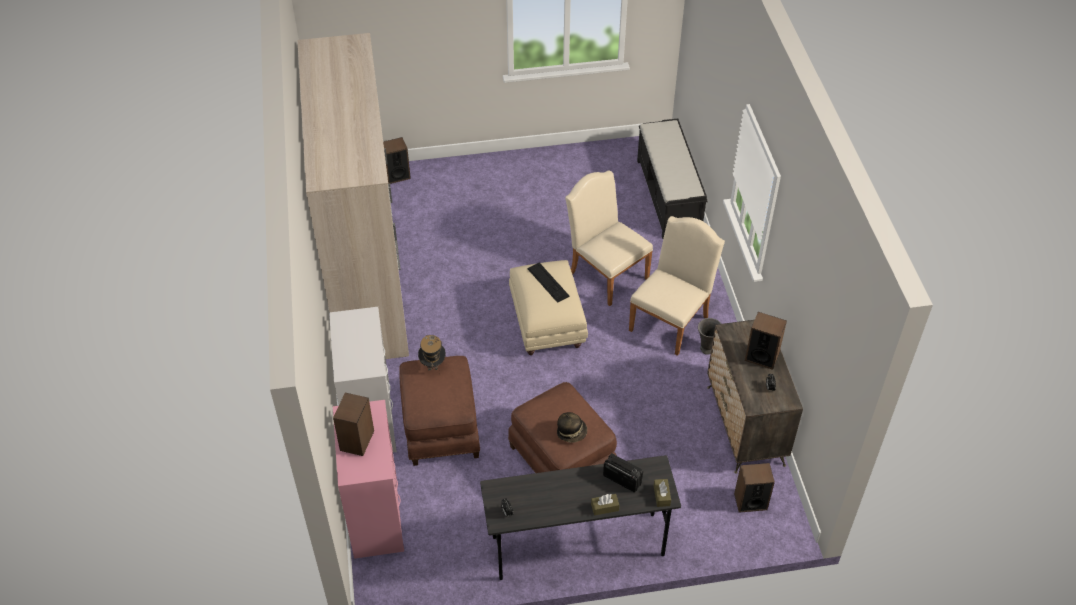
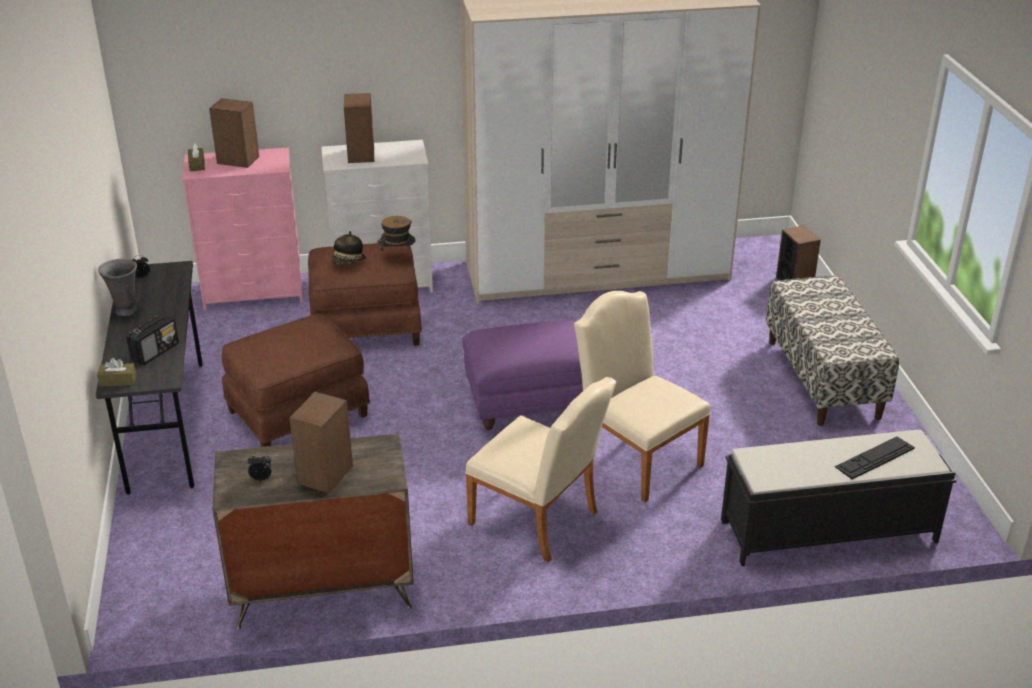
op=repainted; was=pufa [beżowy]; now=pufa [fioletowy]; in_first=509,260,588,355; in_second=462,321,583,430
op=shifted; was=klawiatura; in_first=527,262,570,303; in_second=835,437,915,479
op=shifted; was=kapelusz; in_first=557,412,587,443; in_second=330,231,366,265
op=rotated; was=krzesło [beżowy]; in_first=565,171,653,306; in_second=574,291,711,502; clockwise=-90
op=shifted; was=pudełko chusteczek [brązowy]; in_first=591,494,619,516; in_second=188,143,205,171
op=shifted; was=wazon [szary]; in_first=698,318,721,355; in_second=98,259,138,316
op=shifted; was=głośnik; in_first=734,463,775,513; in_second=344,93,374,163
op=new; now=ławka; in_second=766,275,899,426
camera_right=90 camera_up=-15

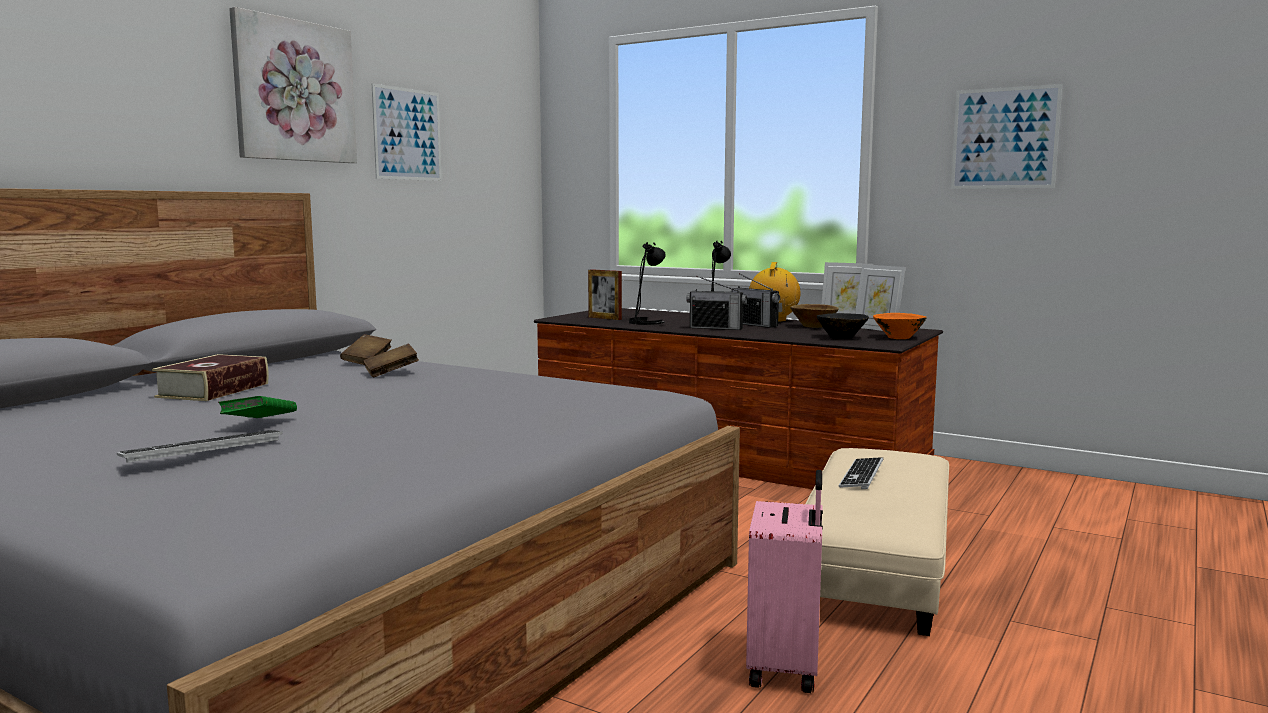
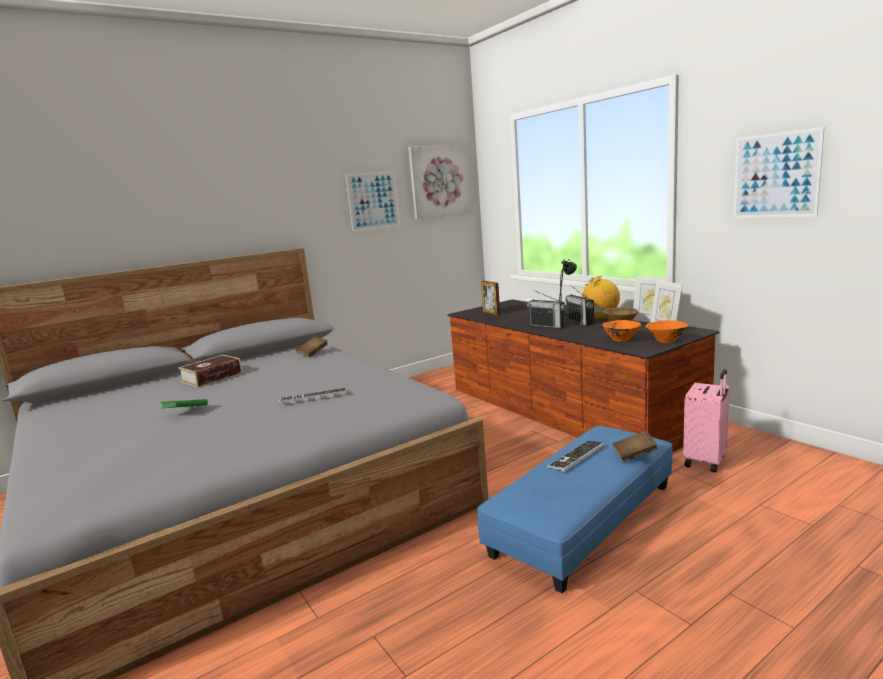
op=shifted; was=klawiatura; in_first=117,430,282,463; in_second=279,388,347,405
op=shifted; was=obraz; in_first=229,7,357,163; in_second=408,145,472,219
op=shifted; was=książka [brązowy]; in_first=363,344,419,378; in_second=612,431,658,462
op=gone; was=lampa stołowa [czarny]; in_first=629,242,666,325
op=shifted; was=walizka [różowy]; in_first=746,470,823,693; in_second=683,369,730,473
op=repainted; was=pufa [beżowy]; now=pufa [niebieski]; in_first=806,448,949,636; in_second=477,426,673,593
op=repainted; was=miska [czarny]; now=miska [pomarańczowy]; in_first=817,313,869,339; in_second=602,320,641,342
camera_right=25 camera_up=5

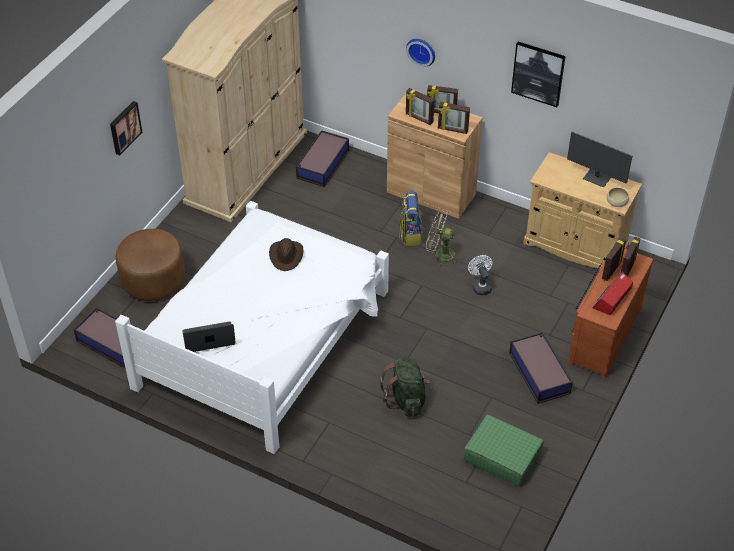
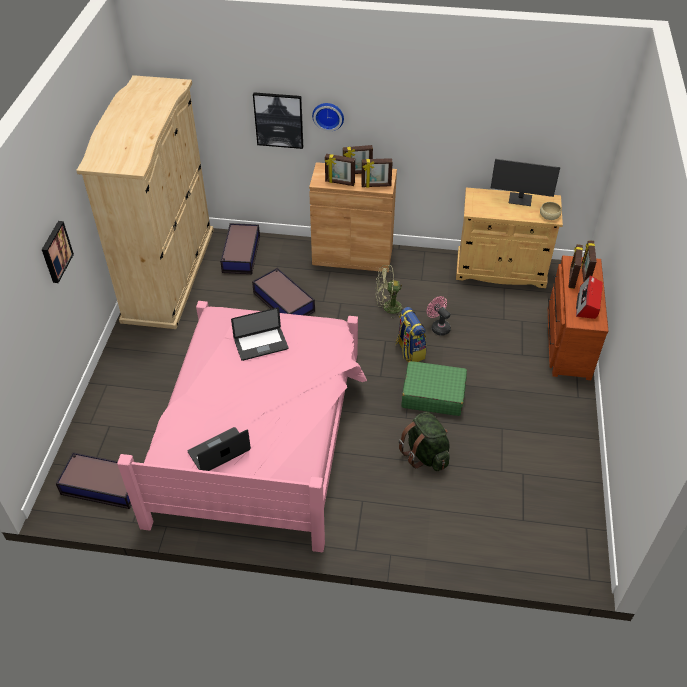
op=repainted; was=łóżko [biały]; now=łóżko [różowy]; in_first=115,201,389,454; in_second=117,301,367,552
op=gone; was=pufa [brązowy]; in_first=116,229,185,301
op=swapped; was=kapelusz [brązowy]; now=laptop; in_first=269,238,303,271; in_second=231,307,288,361
op=shifted; was=plecak; in_first=399,191,423,246; in_second=395,307,426,362
op=shifted; was=walizka [zielony]; in_first=464,415,543,487; in_second=401,361,467,416
op=repainted; was=wentylator [biały]; now=wentylator [różowy]; in_first=468,255,492,295; in_second=427,296,451,336
op=shifted; was=pojemnik do przechowywania; in_first=509,332,573,404; in_second=252,268,315,316
op=shifted; was=obraz; in_first=511,42,565,107; in_second=253,92,303,149
camera_right=-20 camera_up=0

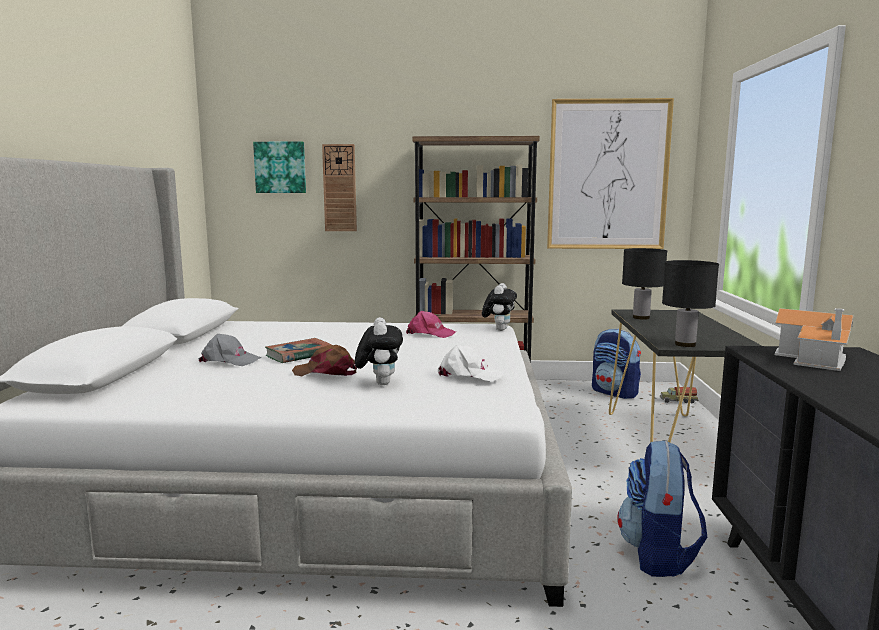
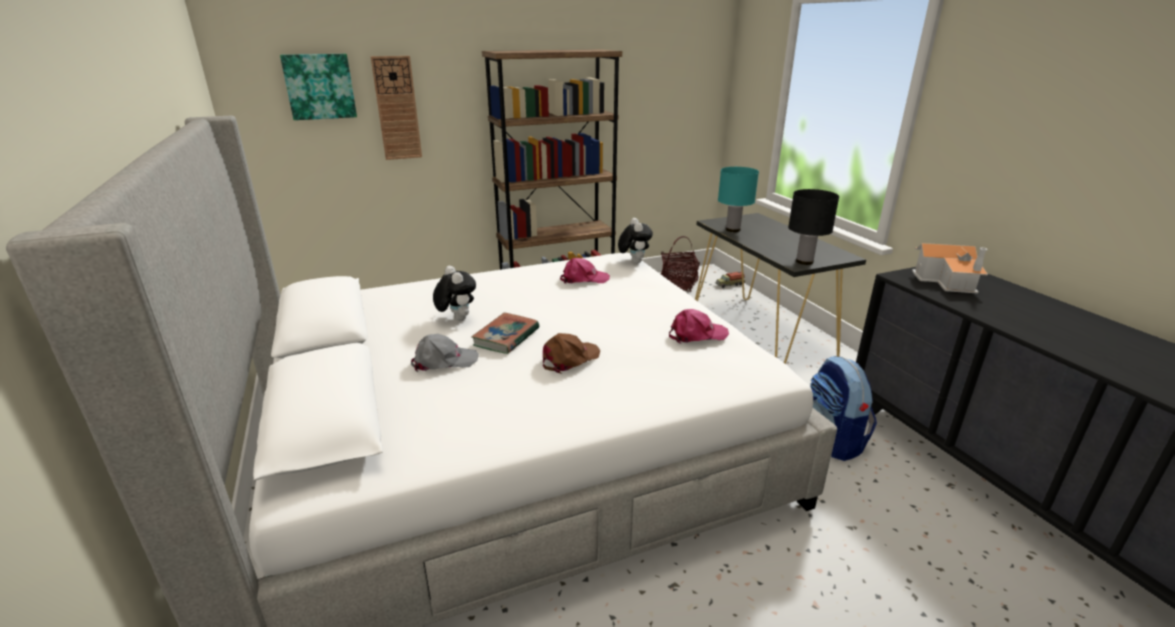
op=rotated; was=czapka z daszkiem [brązowy]; in_first=292,345,357,376; in_second=543,333,600,373; clockwise=150
op=shifted; was=pluszak; in_first=355,317,403,385; in_second=433,265,476,321
op=repainted; was=czapka z daszkiem [biały]; now=czapka z daszkiem [różowy]; in_first=438,345,504,381; in_second=669,309,729,344
op=gone; was=obraz; in_first=547,98,674,249
op=swapped; was=plecak; now=koszyk; in_first=592,329,641,399; in_second=661,236,700,292
op=repainted; was=lampa stołowa [czarny]; now=lampa stołowa [turkusowy]; in_first=622,248,667,320; in_second=718,167,759,232
camera_right=-25 camera_up=15

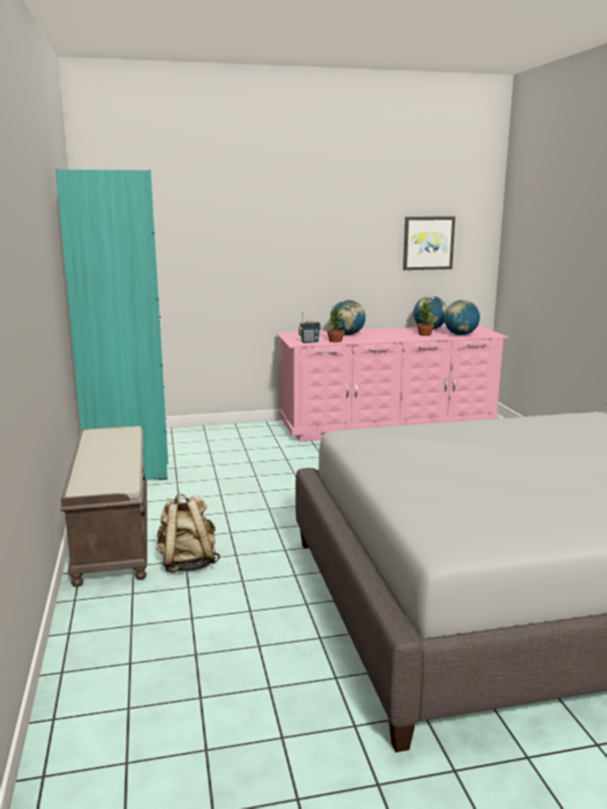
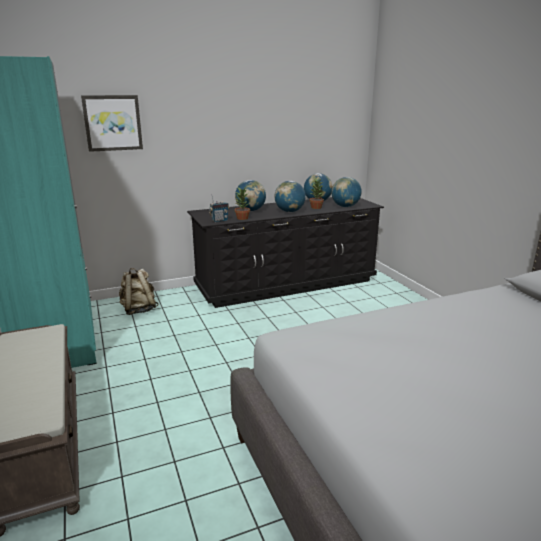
op=shifted; was=plecak [beżowy]; in_first=157,494,220,573; in_second=119,268,159,315
op=repainted; was=komoda [różowy]; now=komoda [czarny]; in_first=276,325,508,442; in_second=187,197,384,308
op=shifted; was=obraz; in_first=403,216,455,270; in_second=81,95,143,152
op=new; now=globus; in_second=274,181,306,212
camera_right=-10 camera_up=5

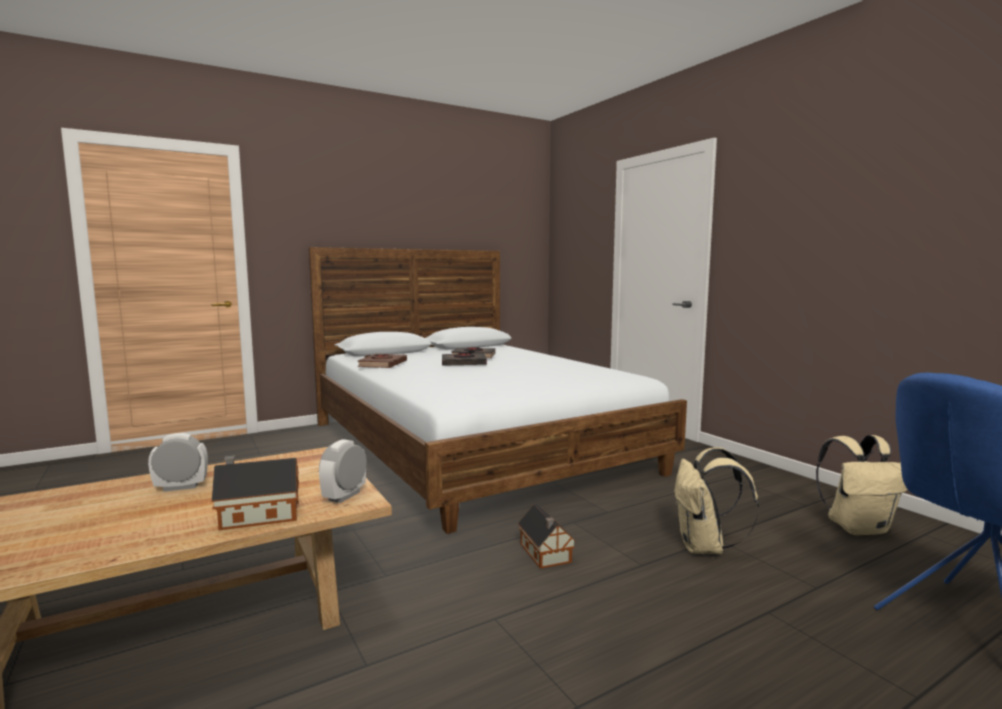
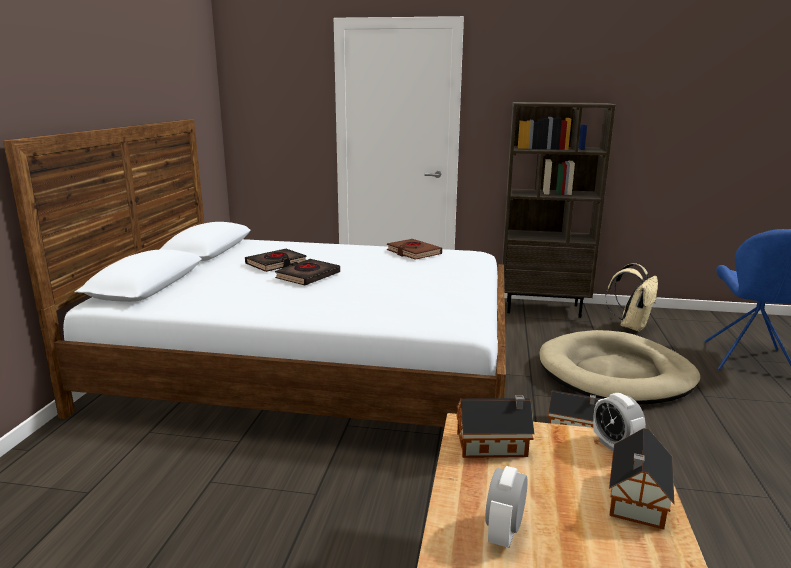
op=shifted; was=książka [brązowy]; in_first=357,354,407,368; in_second=387,239,442,260
op=swapped; was=plecak [beżowy]; now=legowisko [beżowy]; in_first=674,447,759,554; in_second=539,330,700,404
op=new; now=domek; in_second=456,395,535,458
op=new; now=regał [brązowy]; in_second=502,102,616,318
camera_right=-50 camera_up=10

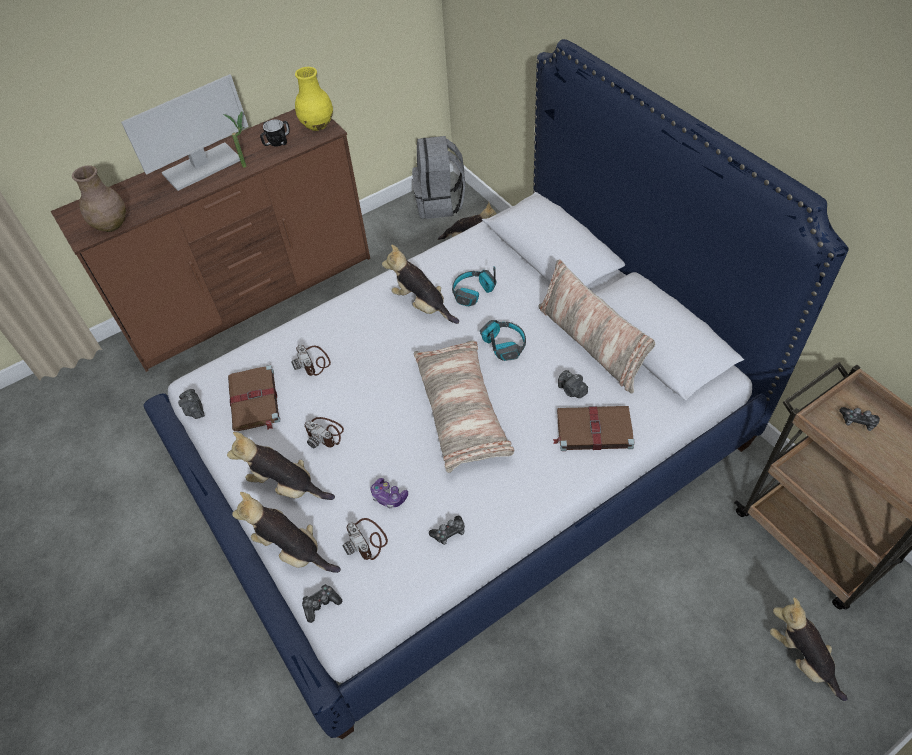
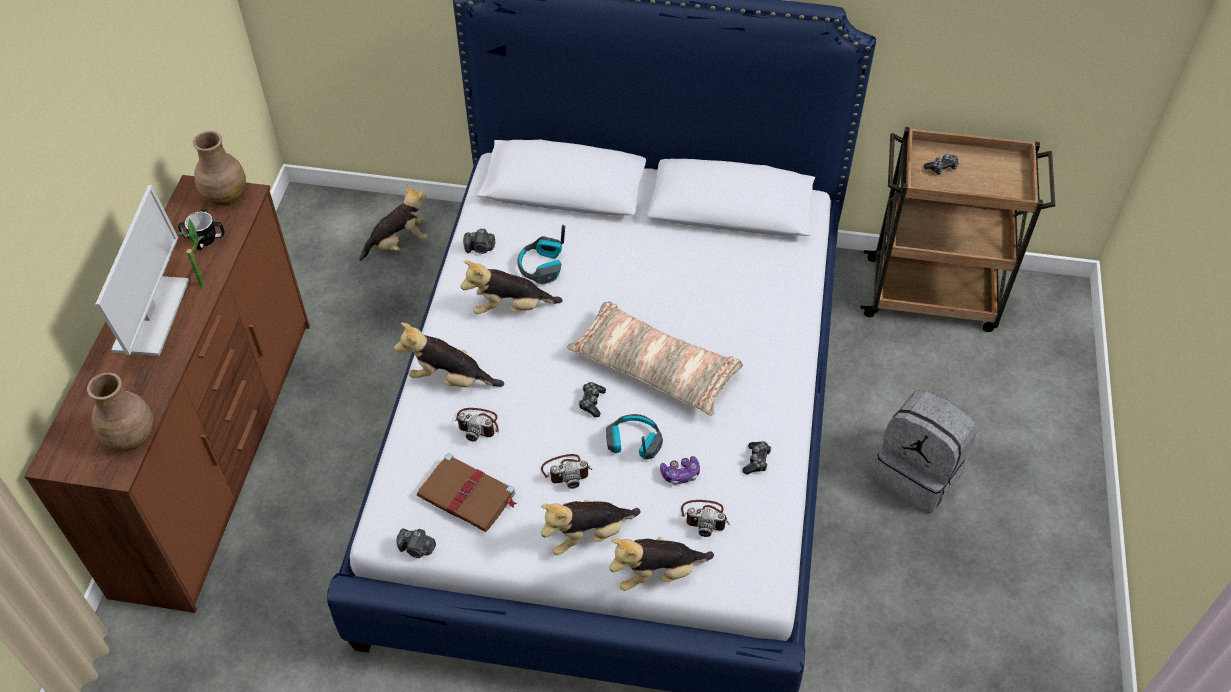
op=repainted; was=wazon [żółty]; now=wazon [brązowy]; in_first=295,67,333,131; in_second=193,131,246,205
op=shifted; was=pad do gier; in_first=302,584,342,623; in_second=579,382,606,417
op=shifted; was=plecak [szary]; in_first=412,136,465,219; in_second=873,390,977,513
op=shifted; was=słuchawki; in_first=480,320,526,361; in_second=606,414,663,460
op=gone; was=poduszka; in_first=538,260,655,393
op=gone; was=książka [brązowy]; in_first=552,406,635,451
op=shifted; was=aparat fotograficzny; in_first=558,370,588,398; in_second=463,229,495,254
op=shifted; was=pluszak; in_first=770,597,848,701; in_second=394,323,504,387
camera_right=-50 camera_up=0

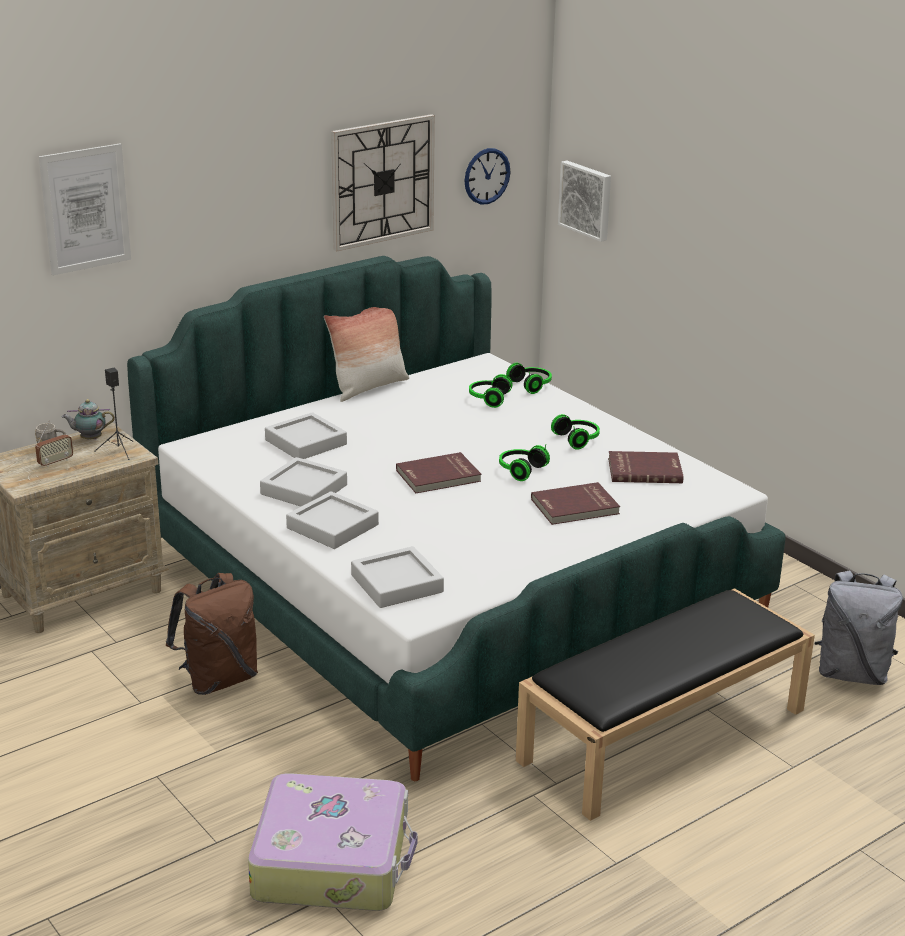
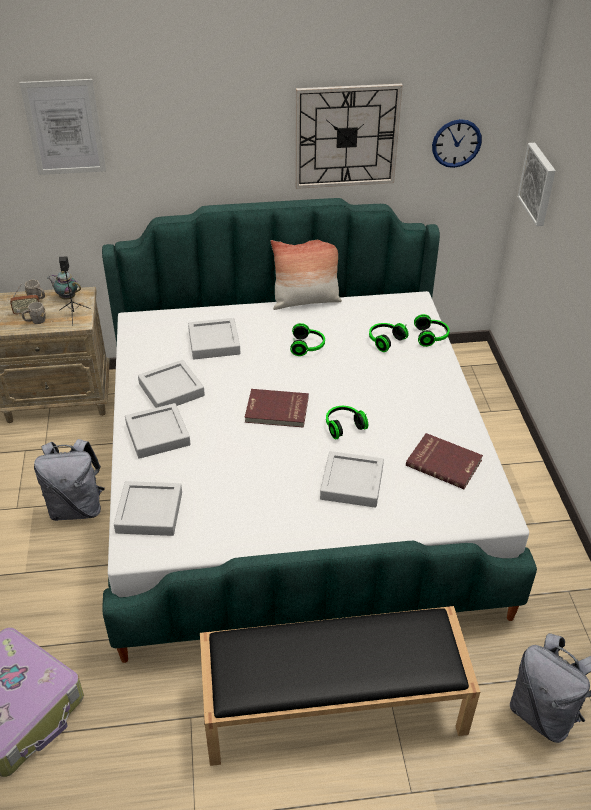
op=repainted; was=plecak [brązowy]; now=plecak [szary]; in_first=166,573,258,695; in_second=34,439,105,521
op=swapped; was=książka [czerwony]; now=taca [szary]; in_first=531,482,620,525; in_second=320,451,384,508
op=shifted; was=słuchawki; in_first=551,414,600,450; in_second=290,323,325,356
op=new; now=kubek [szary]; in_second=22,302,46,324
camera_right=30 camera_up=15

